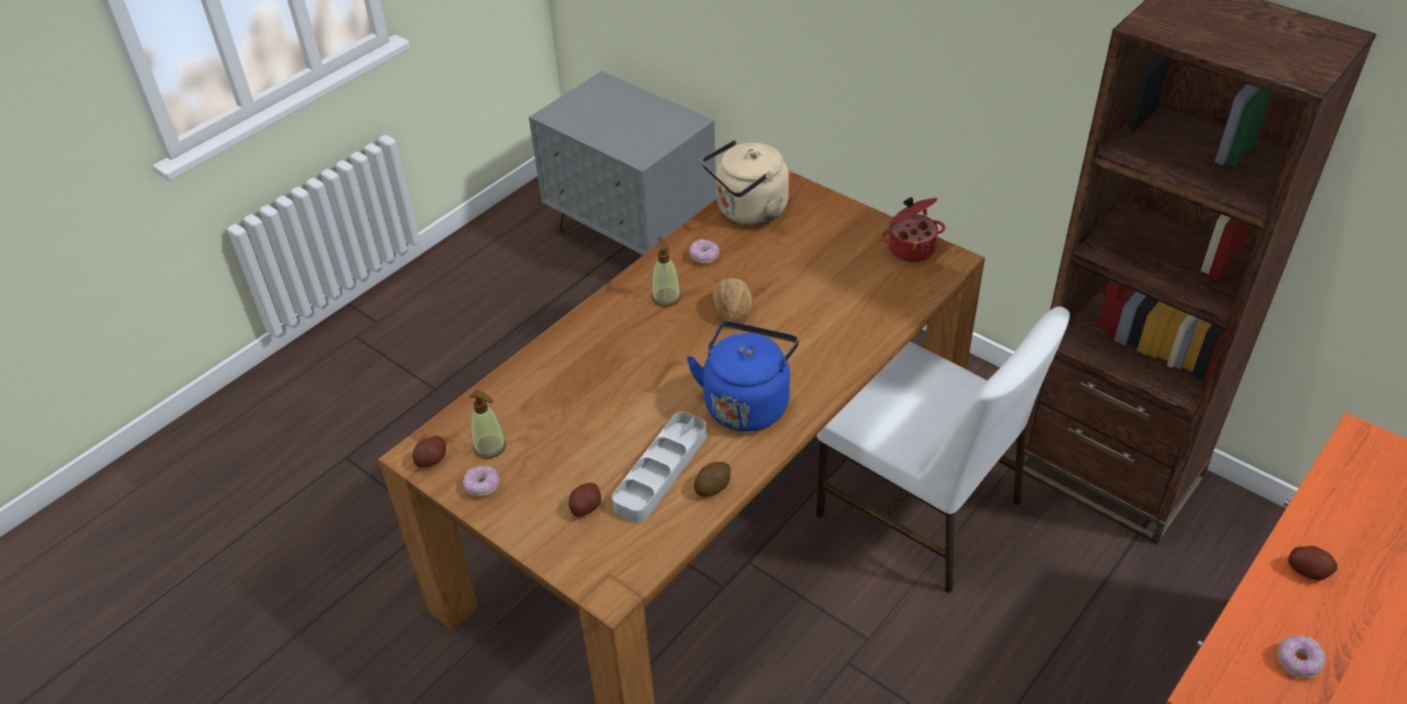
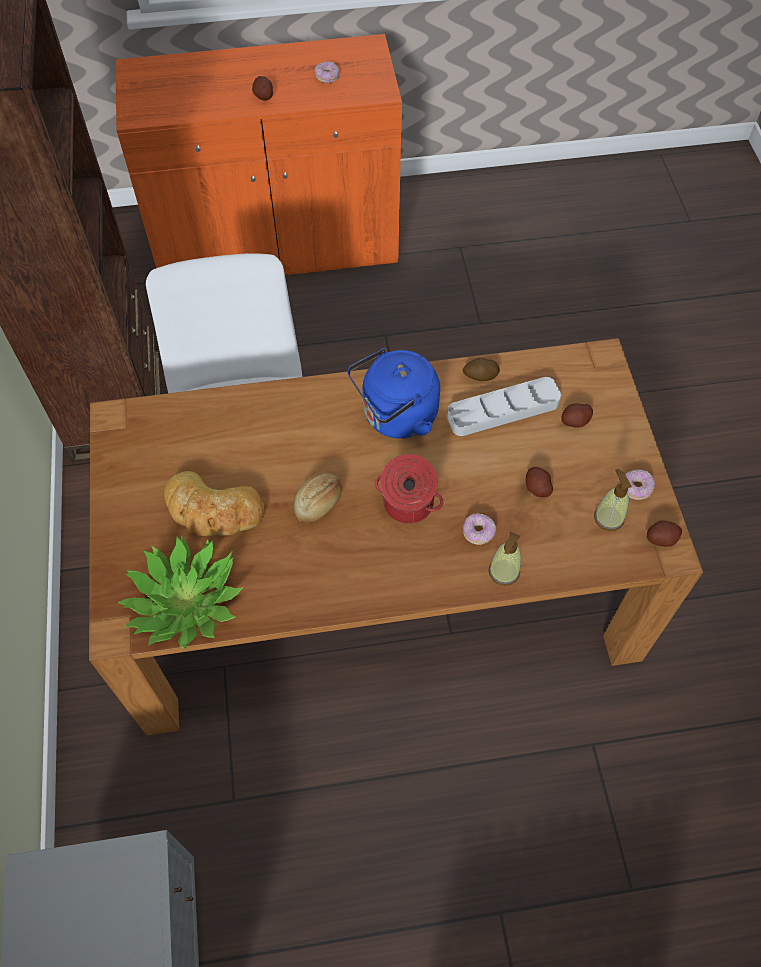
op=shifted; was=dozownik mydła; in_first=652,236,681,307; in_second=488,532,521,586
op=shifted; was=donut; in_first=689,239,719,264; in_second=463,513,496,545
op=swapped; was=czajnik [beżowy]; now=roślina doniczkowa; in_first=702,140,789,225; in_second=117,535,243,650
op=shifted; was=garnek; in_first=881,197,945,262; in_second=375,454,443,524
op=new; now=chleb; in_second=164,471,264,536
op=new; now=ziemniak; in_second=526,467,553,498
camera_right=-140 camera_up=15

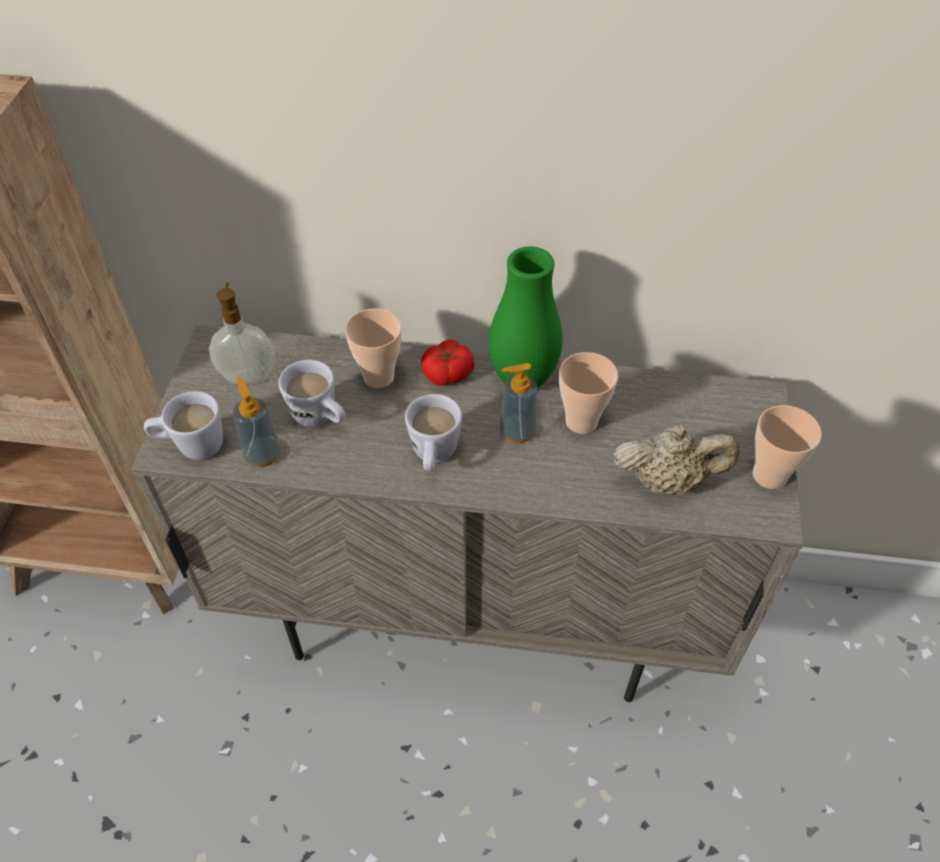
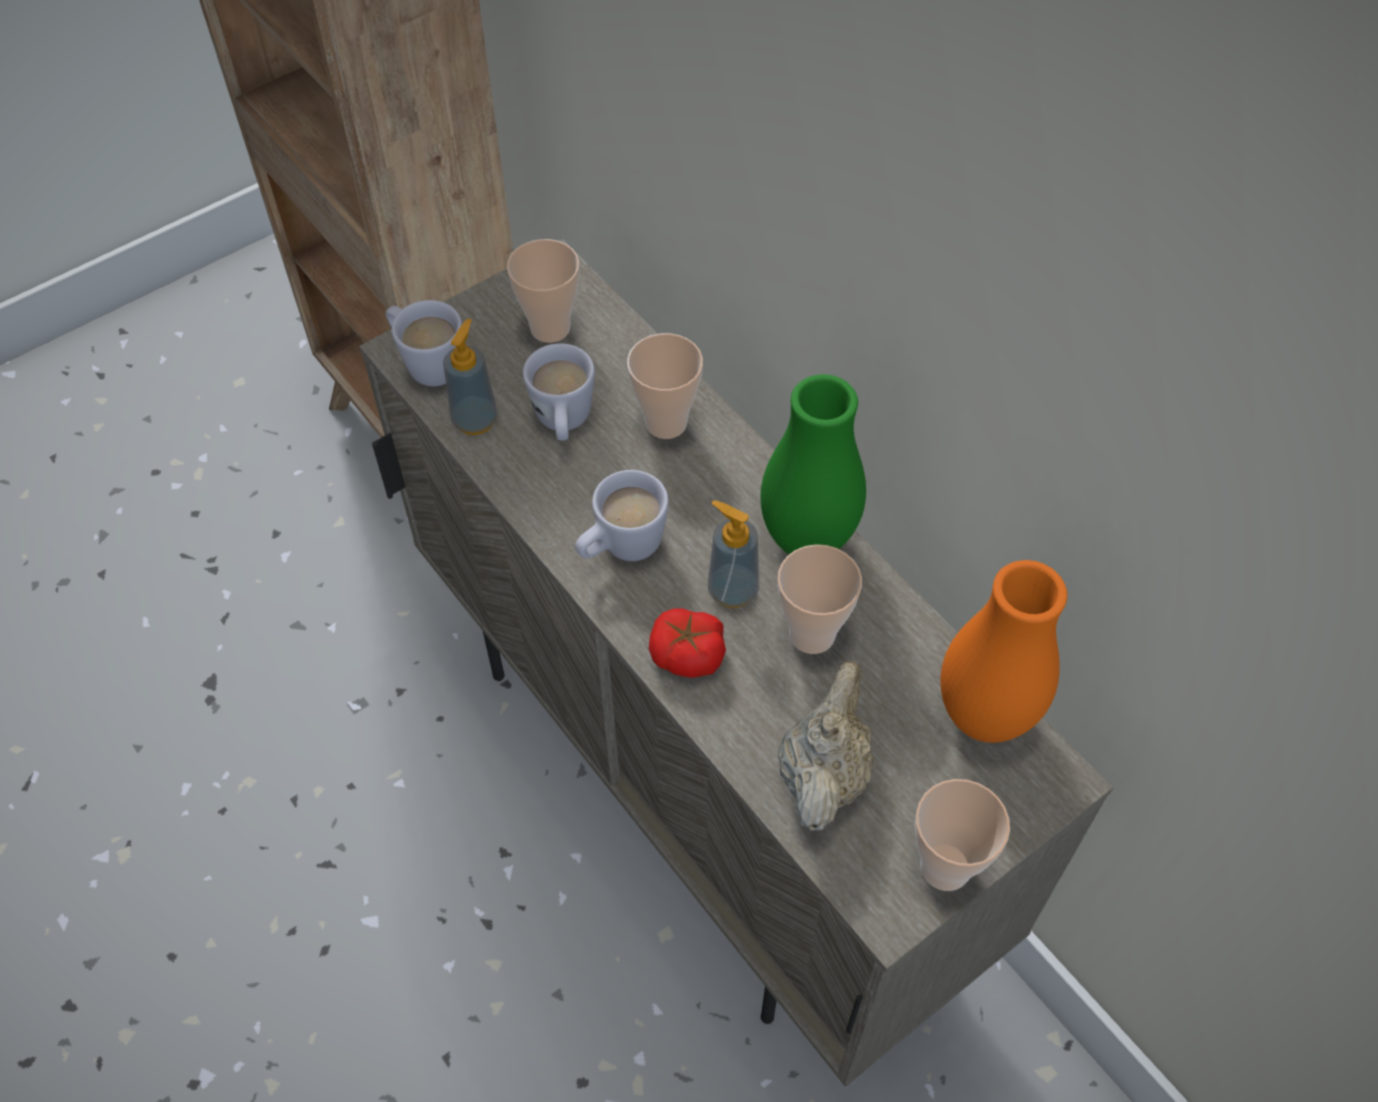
op=swapped; was=dozownik mydła; now=filiżanka; in_first=209,282,275,384; in_second=507,239,579,343
op=shifted; was=pomidor; in_first=421,340,474,386; in_second=649,608,726,678
op=rotated; was=imbryk [beżowy]; in_first=613,425,739,496; in_second=778,661,874,831; clockwise=-120
op=new; now=wazon [pomarańczowy]; in_second=940,560,1067,743
camera_right=45 camera_up=5

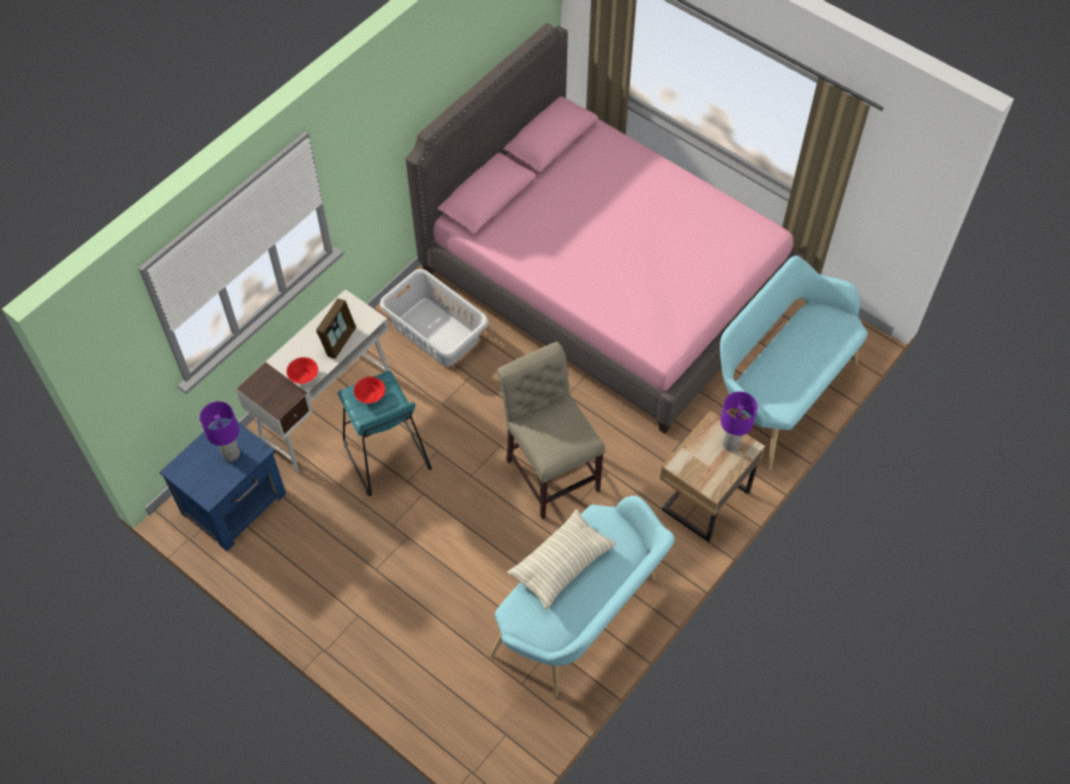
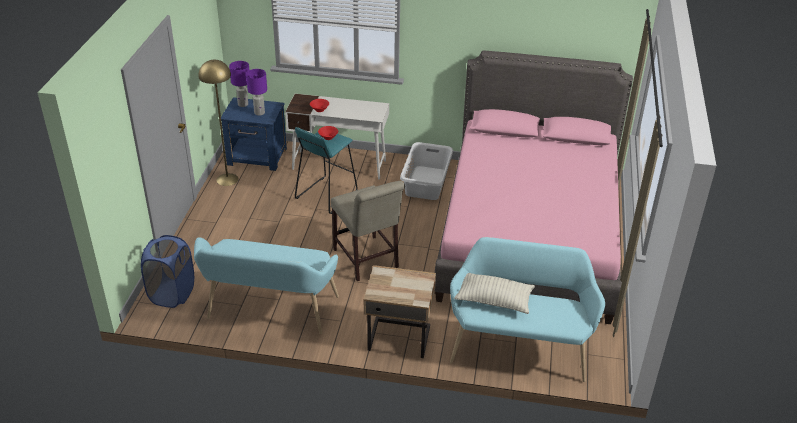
op=gone; was=ramka na zdjęcie; in_first=316,298,356,359
op=rotated; was=krzesło [beżowy]; in_first=497,342,605,519; in_second=331,181,405,281; clockwise=120
op=shifted; was=poduszka; in_first=507,509,616,610; in_second=454,273,535,314
op=shifted; was=lampa stołowa [fioletowy]; in_first=720,391,758,452; in_second=229,61,249,107
op=new; now=kosz na pranie [niebieski]; in_second=141,235,194,308
op=new; now=lampa stojąca [żółty]; in_second=198,60,239,186
camera_right=60 camera_up=-20

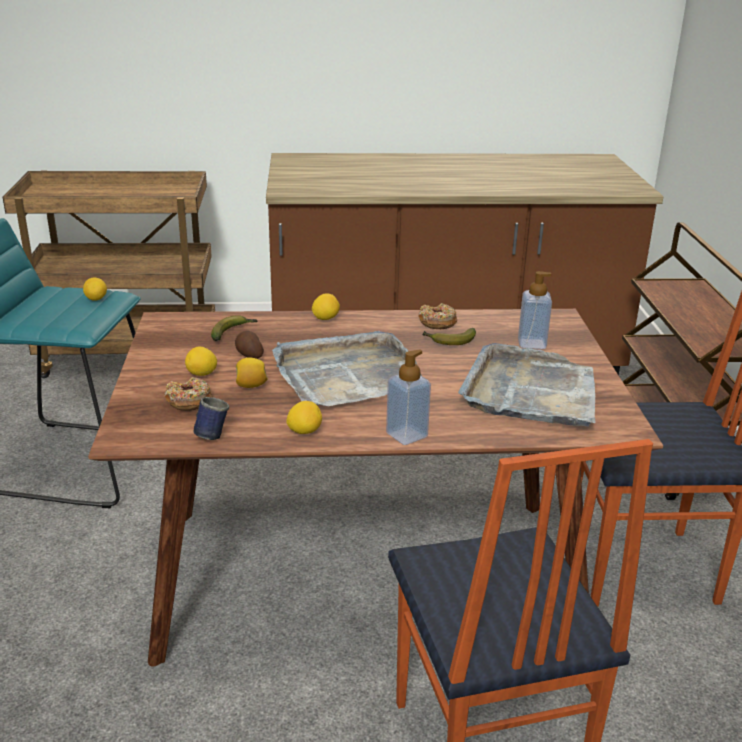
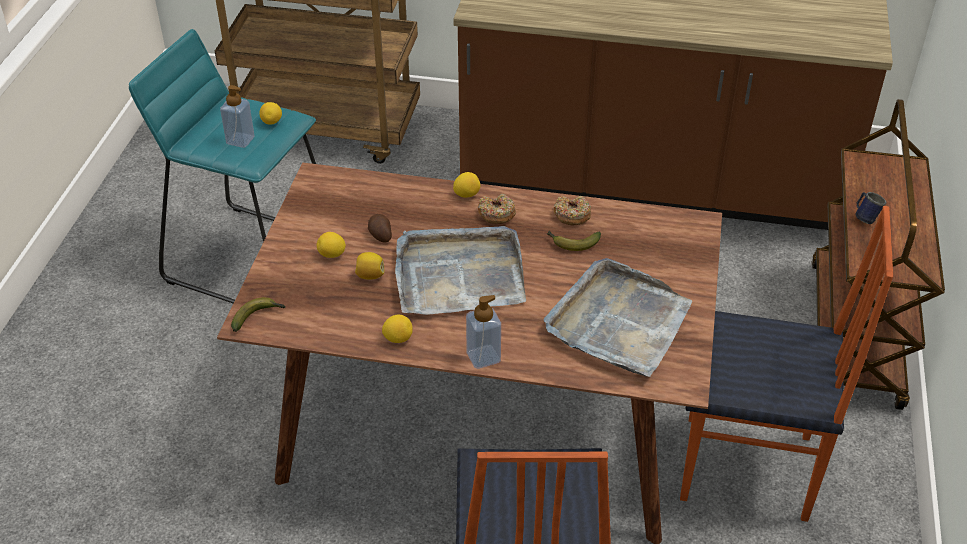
op=shifted; was=donut; in_first=165,377,213,411; in_second=478,194,516,224
op=shifted; was=kubek [niebieski]; in_first=193,397,229,440; in_second=855,192,886,224
op=shifted; was=banan; in_first=211,315,258,341; in_second=231,297,286,332
op=shifted; was=dozownik mydła; in_first=518,271,552,349; in_second=220,85,255,148
camera_right=15 camera_up=15

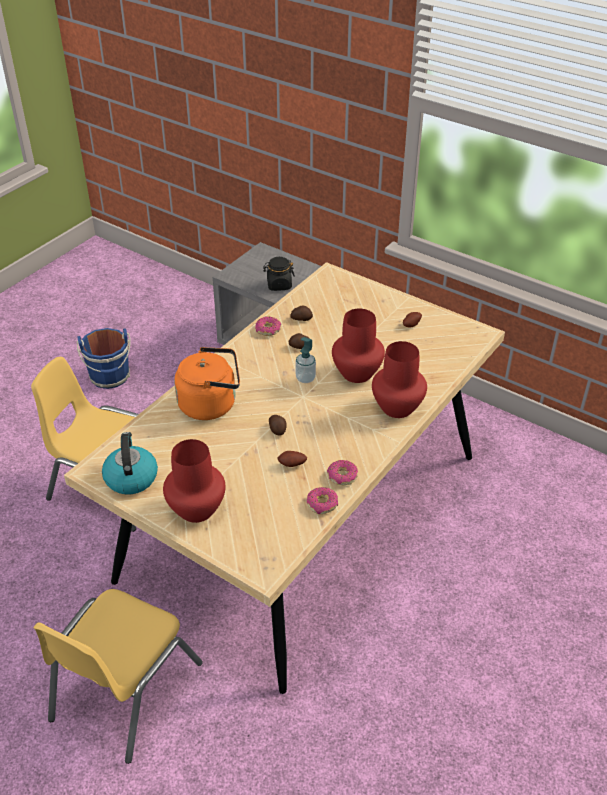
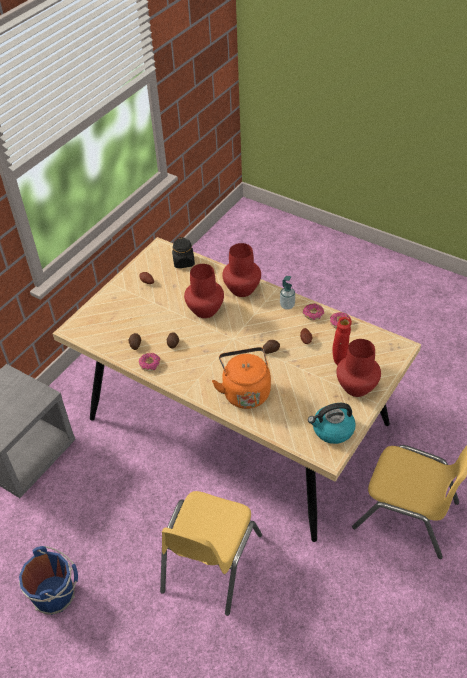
op=shifted; was=słoik [czarny]; in_first=263,257,295,291; in_second=172,237,195,268
op=shifted; was=dozownik mydła; in_first=295,337,316,383; in_second=280,276,295,310
op=new; now=wazon [czerwony]; in_second=332,317,352,365
camera_right=-90 camera_up=5

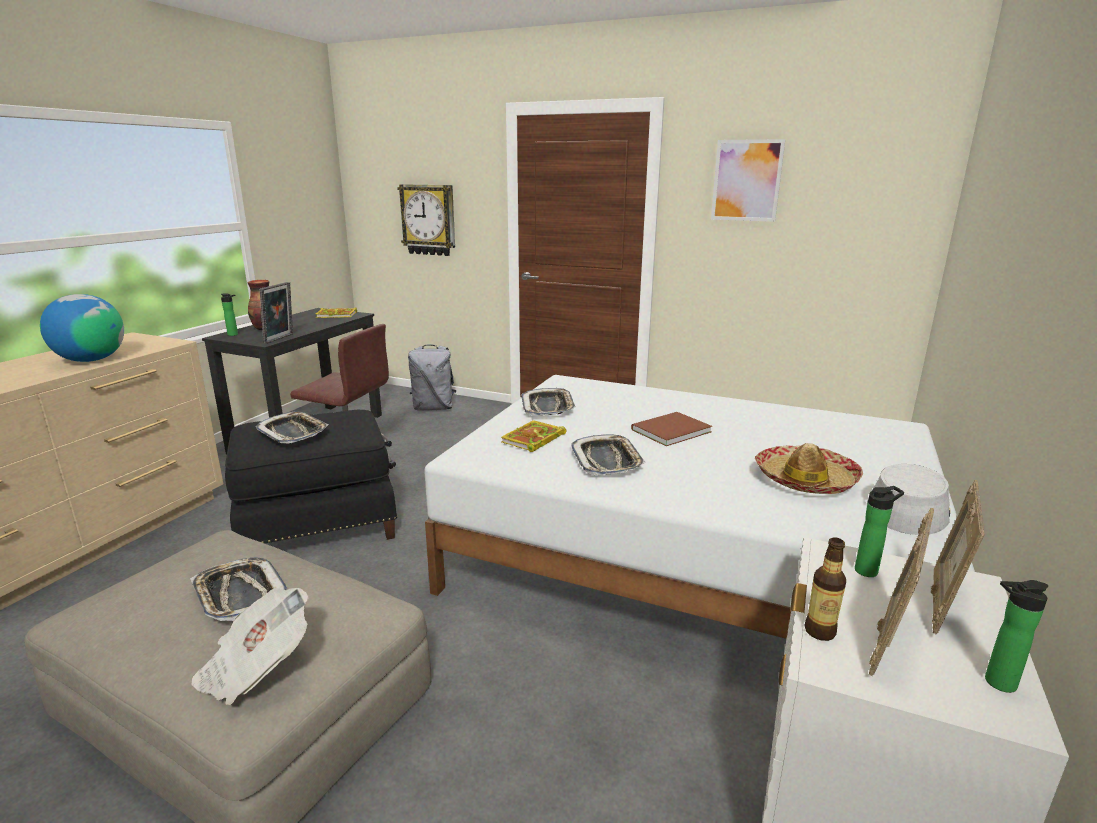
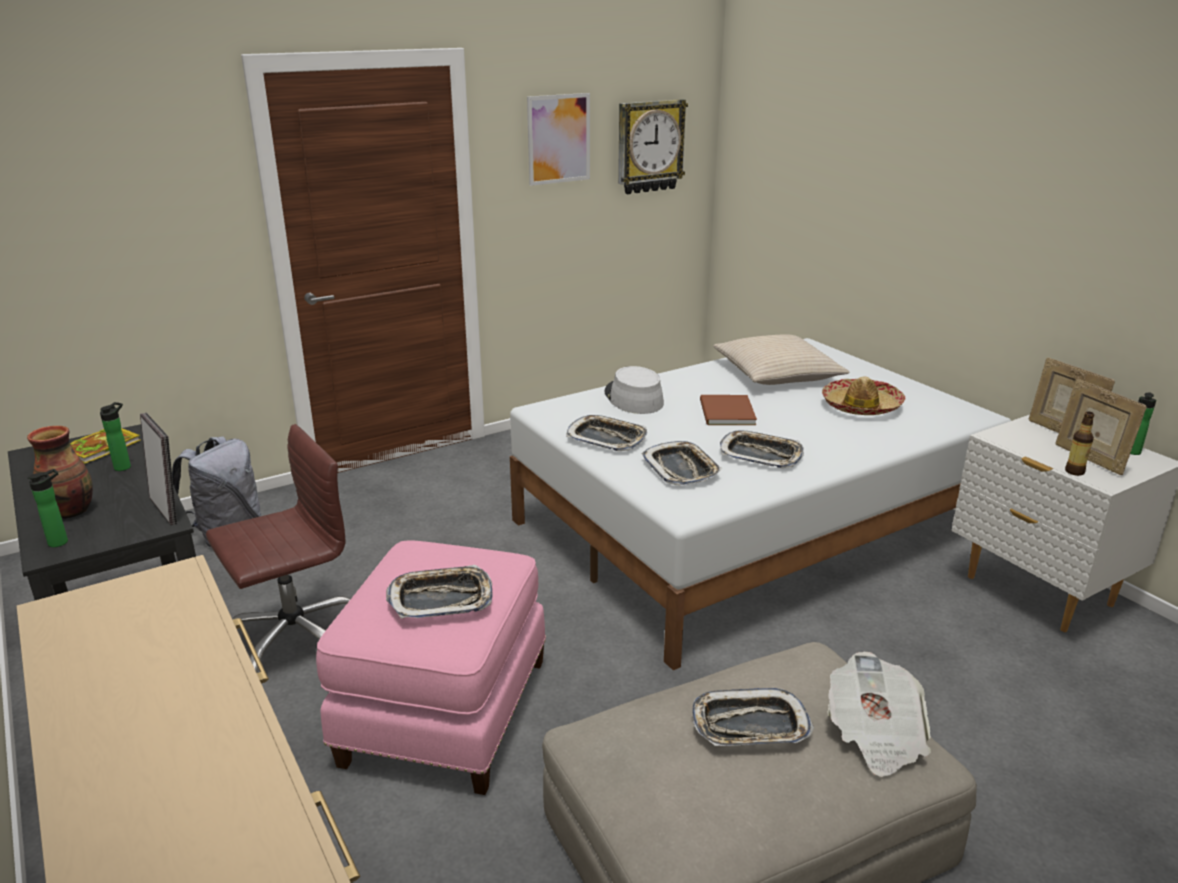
op=gone; was=globus; in_first=40,294,124,362
op=repainted; was=pufa [czarny]; now=pufa [różowy]; in_first=225,410,397,544; in_second=316,540,546,795
op=shifted; was=zegar ścienny; in_first=397,184,455,256; in_second=618,99,688,194
op=swapped; was=książka; now=taca; in_first=501,420,566,452; in_second=642,441,723,486
op=shifted; was=butelka; in_first=855,486,904,577; in_second=100,402,131,471
op=shifted; was=kapelusz [szary]; in_first=867,464,951,535; in_second=605,366,664,414
op=new; now=poduszka [beżowy]; in_second=713,334,849,385
camera_right=-55 camera_up=5

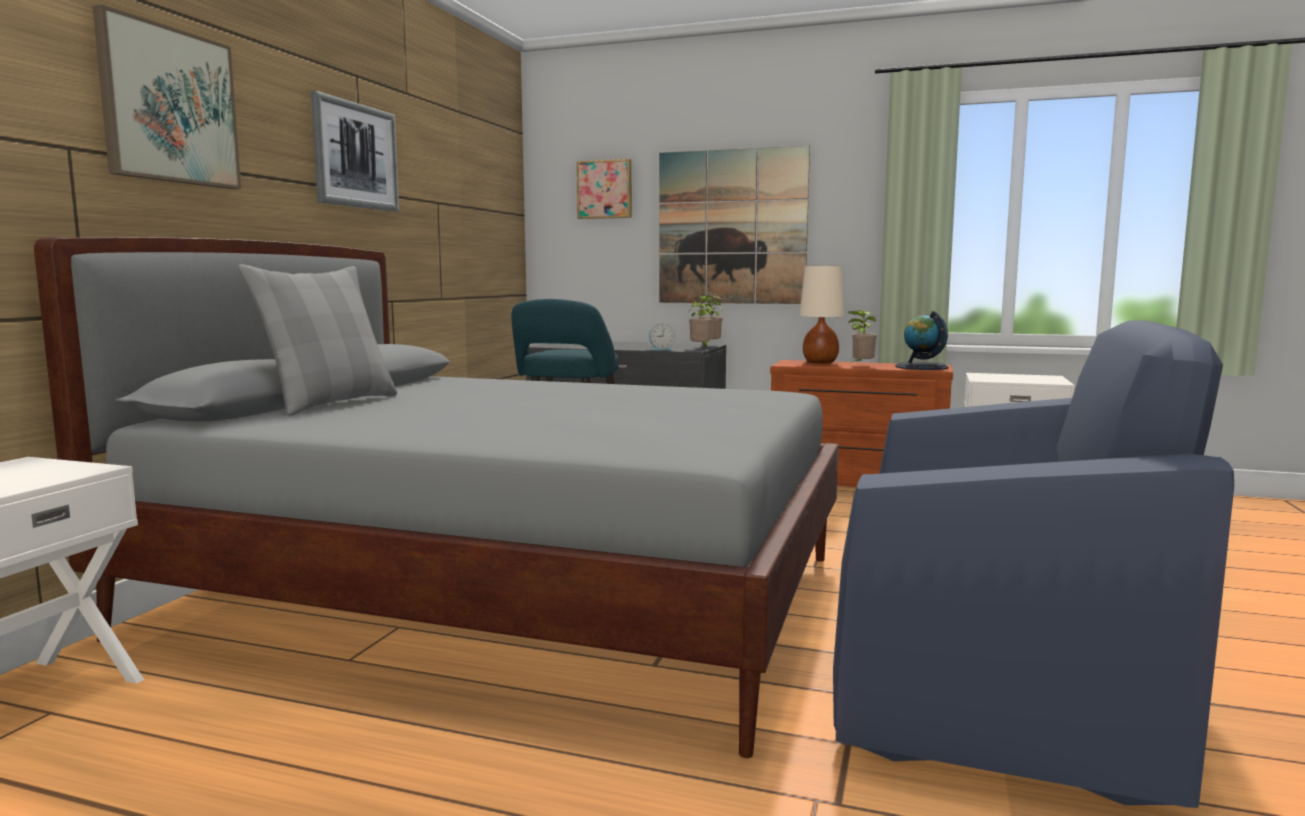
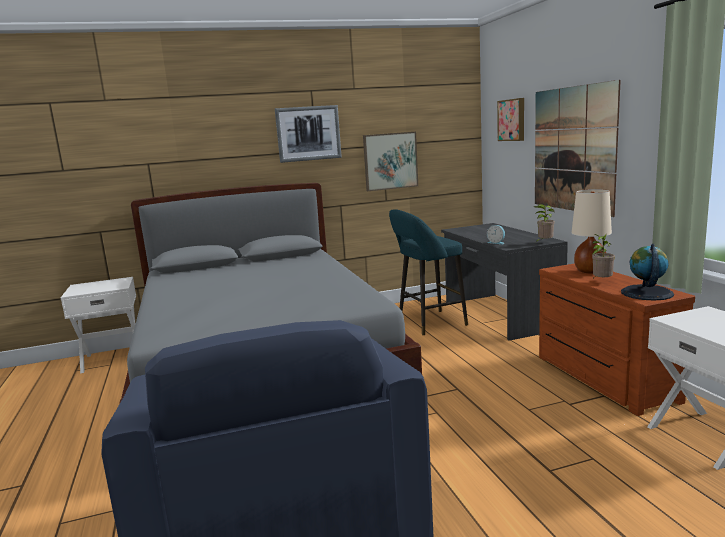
op=shifted; was=obraz; in_first=92,5,241,189; in_second=363,132,418,191
op=gone; was=poduszka [szary]; in_first=238,264,397,416
op=gone; was=roślina doniczkowa; in_first=689,296,713,347
camera_right=55 camera_up=5

